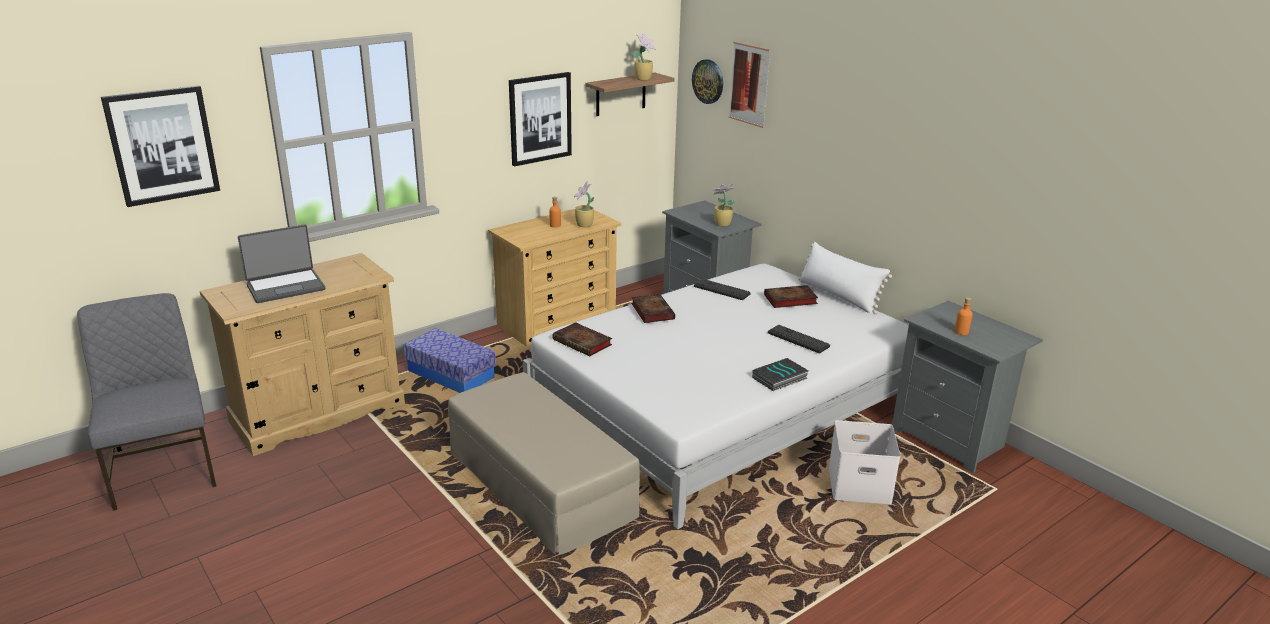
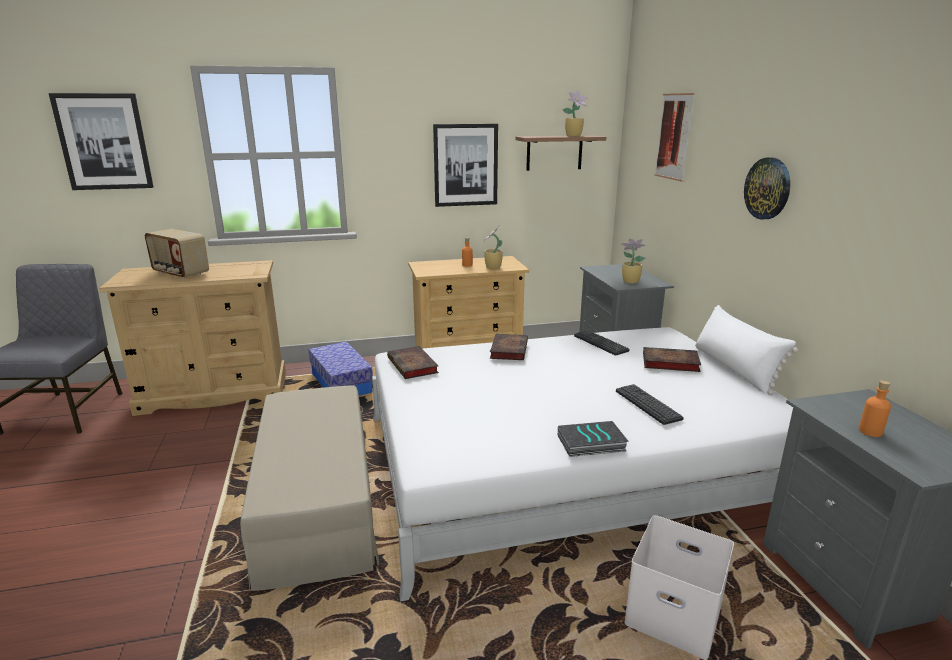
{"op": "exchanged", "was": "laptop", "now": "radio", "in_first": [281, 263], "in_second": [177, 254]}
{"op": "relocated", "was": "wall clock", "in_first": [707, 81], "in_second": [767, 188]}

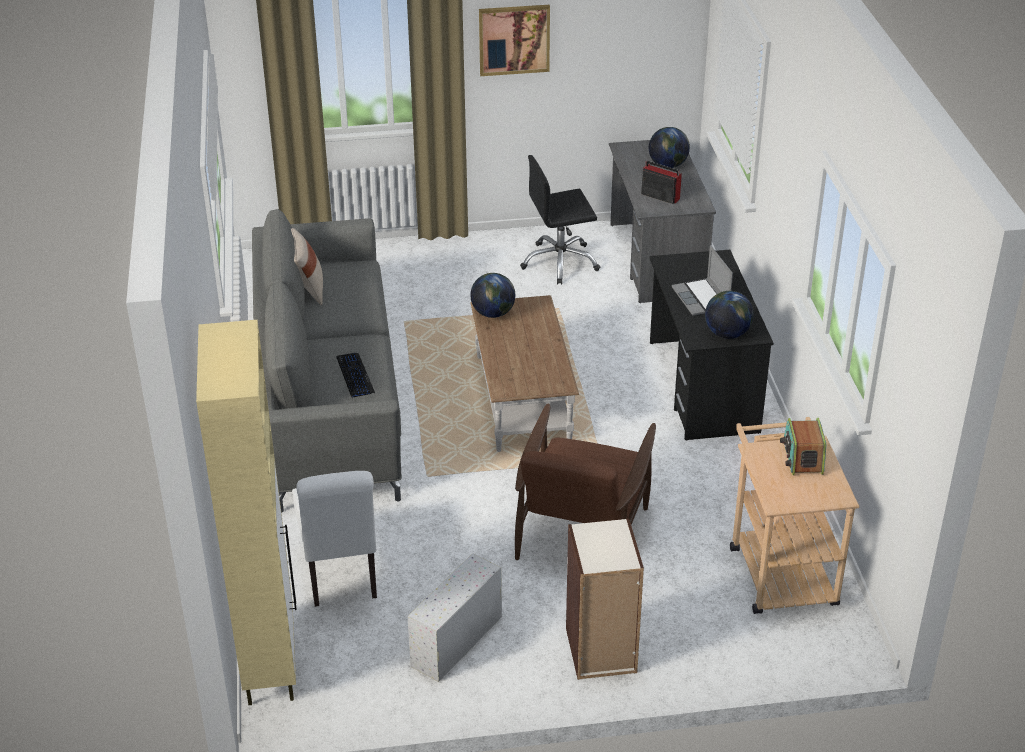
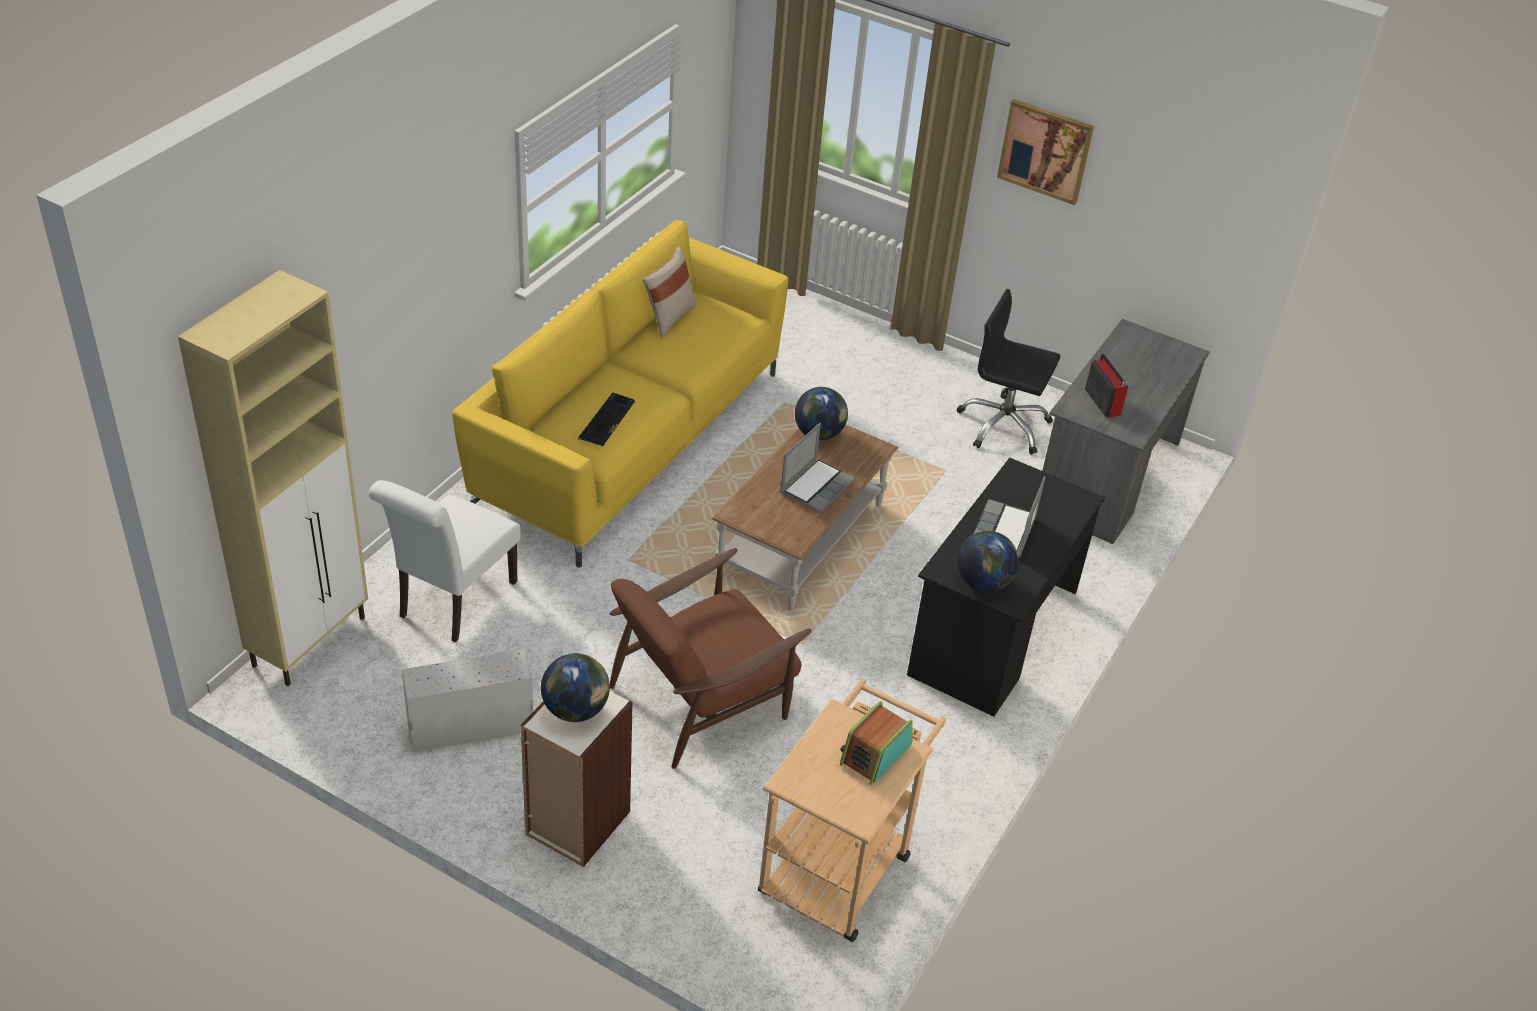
{"op": "colour", "was": "sofa/grey", "now": "sofa/yellow", "in_first": [327, 361], "in_second": [620, 394]}
{"op": "relocated", "was": "globe", "in_first": [669, 147], "in_second": [575, 687]}
{"op": "appeared", "now": "laptop", "in_second": [817, 467]}

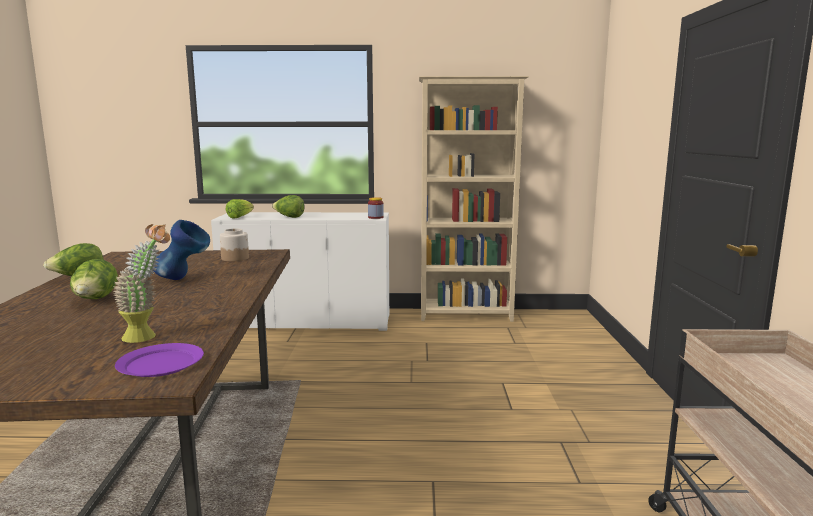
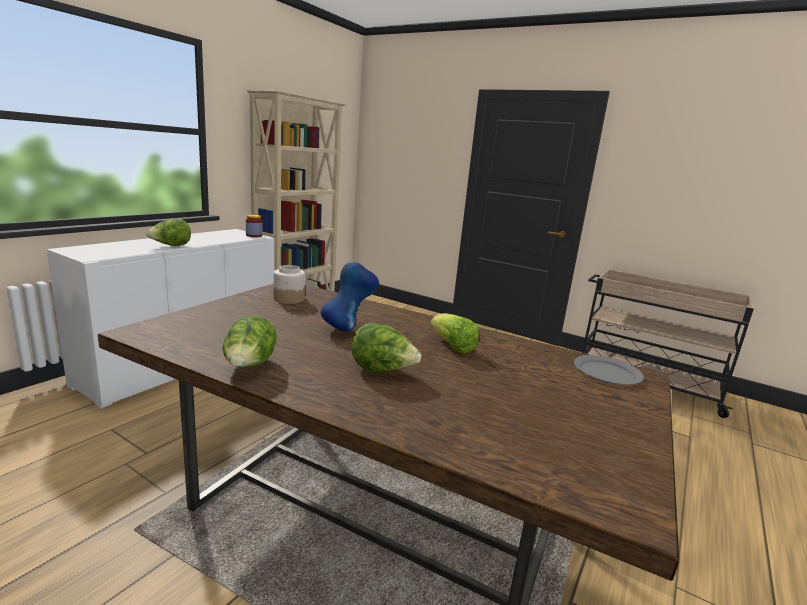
{"op": "relocated", "was": "lettuce", "in_first": [240, 208], "in_second": [455, 333]}
{"op": "colour", "was": "plate/purple", "now": "plate/grey", "in_first": [159, 360], "in_second": [609, 370]}
{"op": "missing", "was": "potted plant", "in_first": [141, 283]}

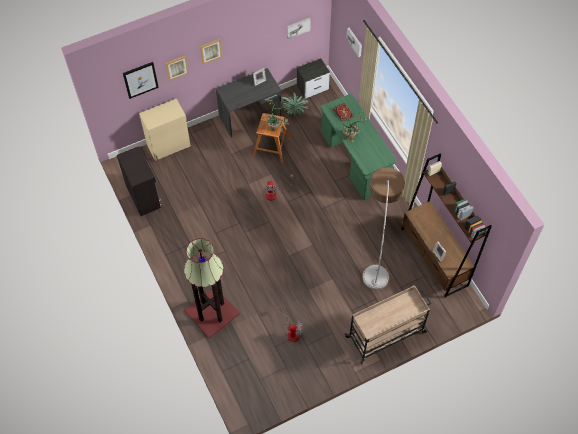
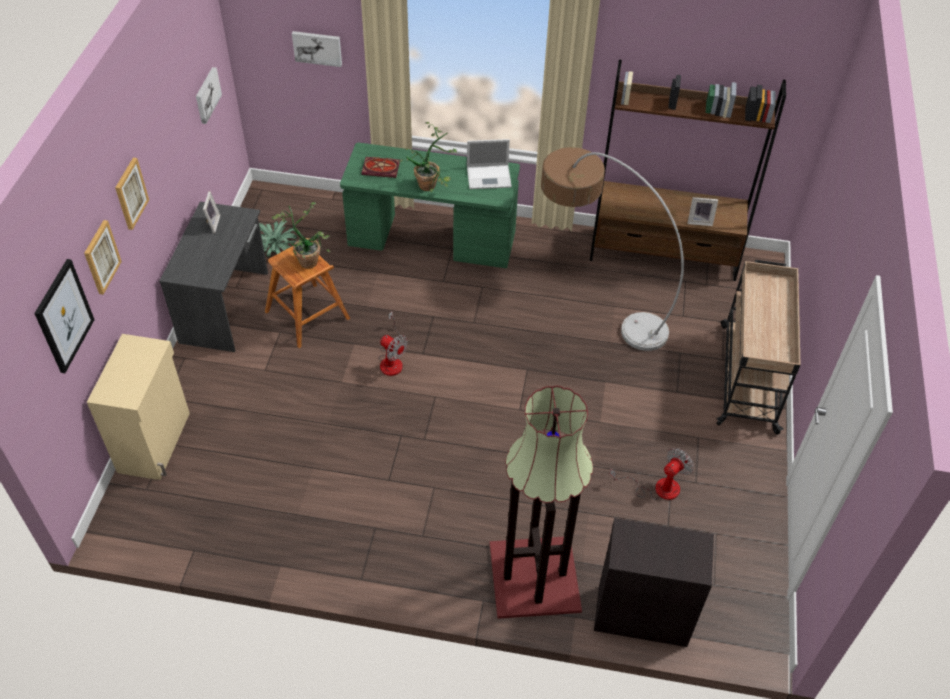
{"op": "appeared", "now": "laptop", "in_second": [489, 164]}
{"op": "relocated", "was": "cabinet/black", "in_first": [139, 181], "in_second": [654, 582]}
{"op": "missing", "was": "nightstand", "in_first": [313, 78]}

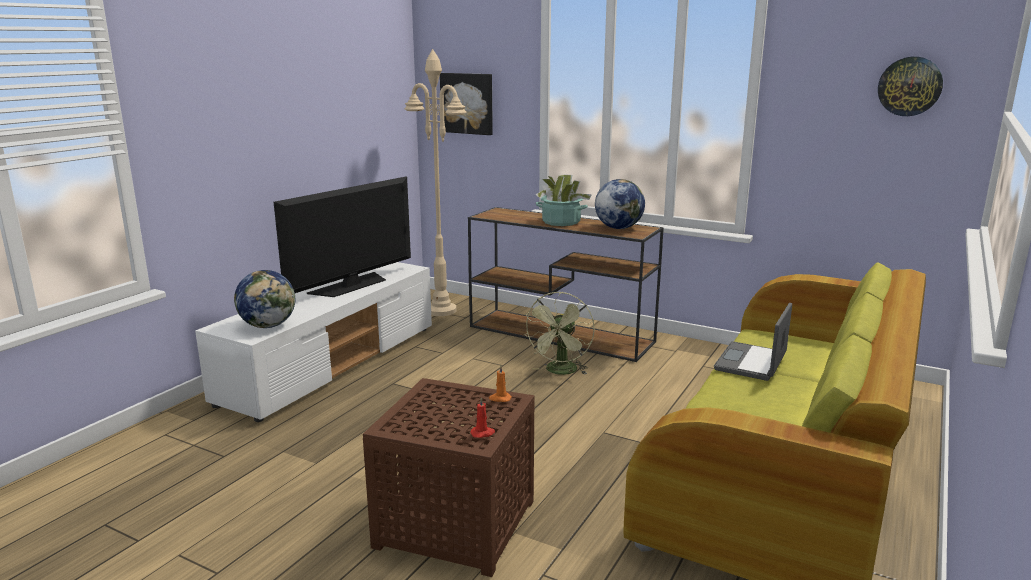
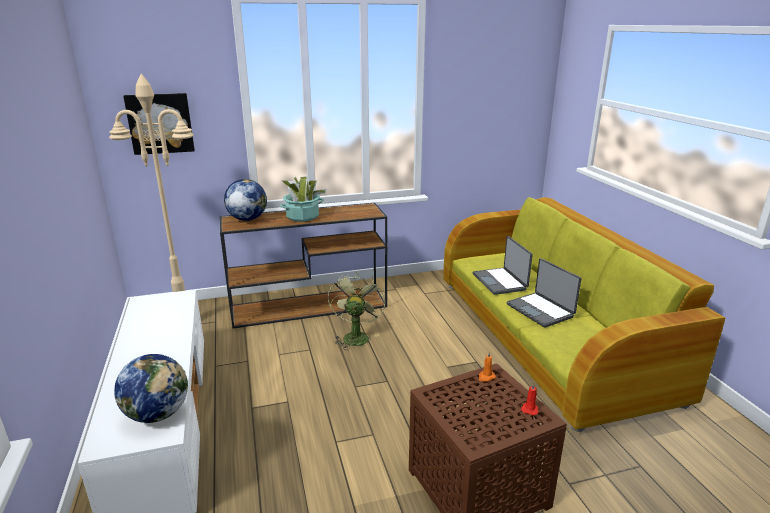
{"op": "relocated", "was": "globe", "in_first": [620, 204], "in_second": [245, 200]}
{"op": "spun", "was": "fan/green", "in_first": [559, 333], "in_second": [357, 311], "clockwise": -150}
{"op": "appeared", "now": "laptop", "in_second": [544, 293]}
{"op": "missing", "was": "television", "in_first": [342, 237]}
{"op": "missing", "was": "wall clock", "in_first": [910, 86]}

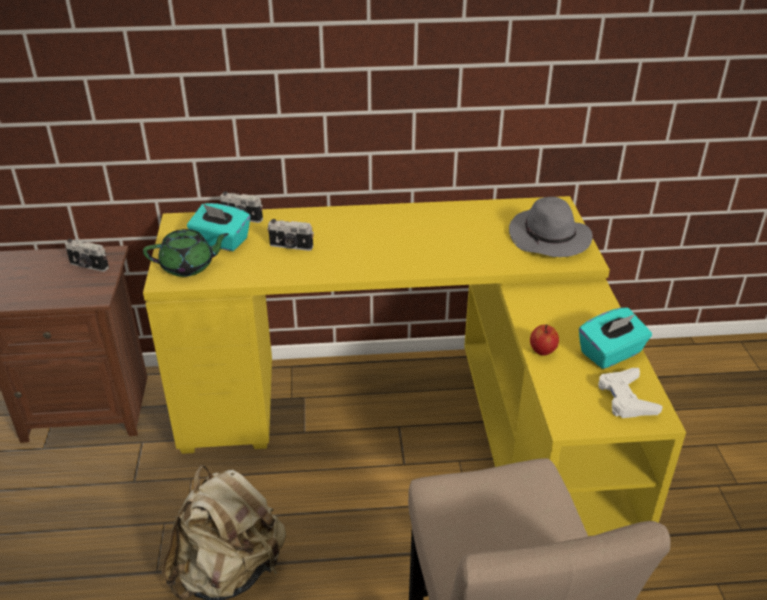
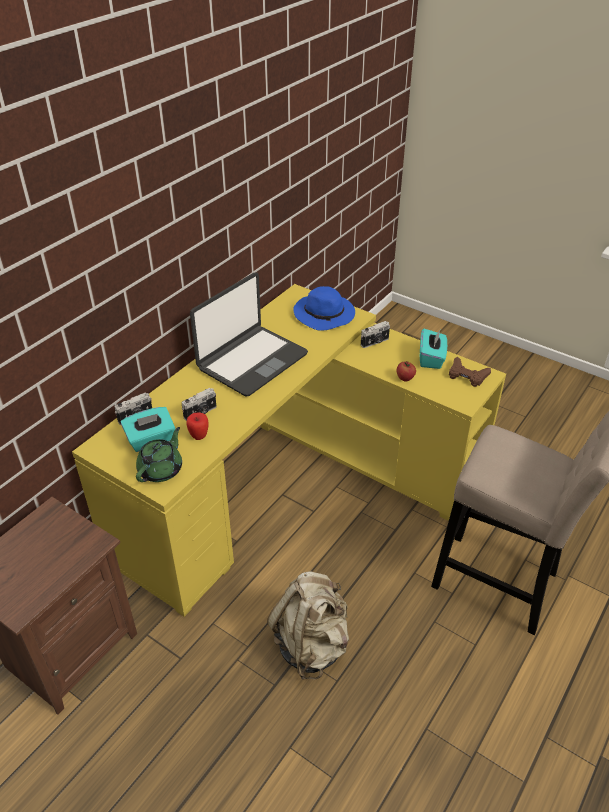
{"op": "appeared", "now": "apple", "in_second": [197, 426]}
{"op": "appeared", "now": "laptop", "in_second": [249, 334]}
{"op": "colour", "was": "hat/grey", "now": "hat/blue", "in_first": [551, 227], "in_second": [324, 308]}
{"op": "relocated", "was": "photo camera", "in_first": [87, 255], "in_second": [375, 334]}
{"op": "colour", "was": "game controller/white", "now": "game controller/brown", "in_first": [630, 393], "in_second": [470, 372]}

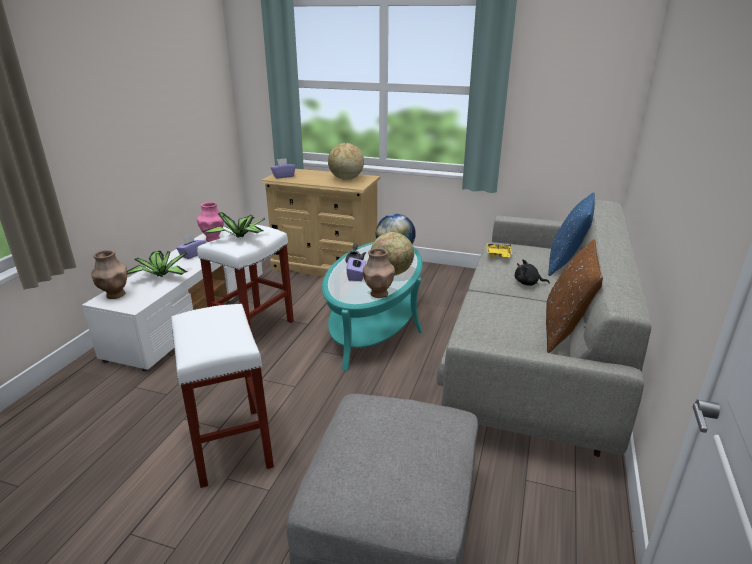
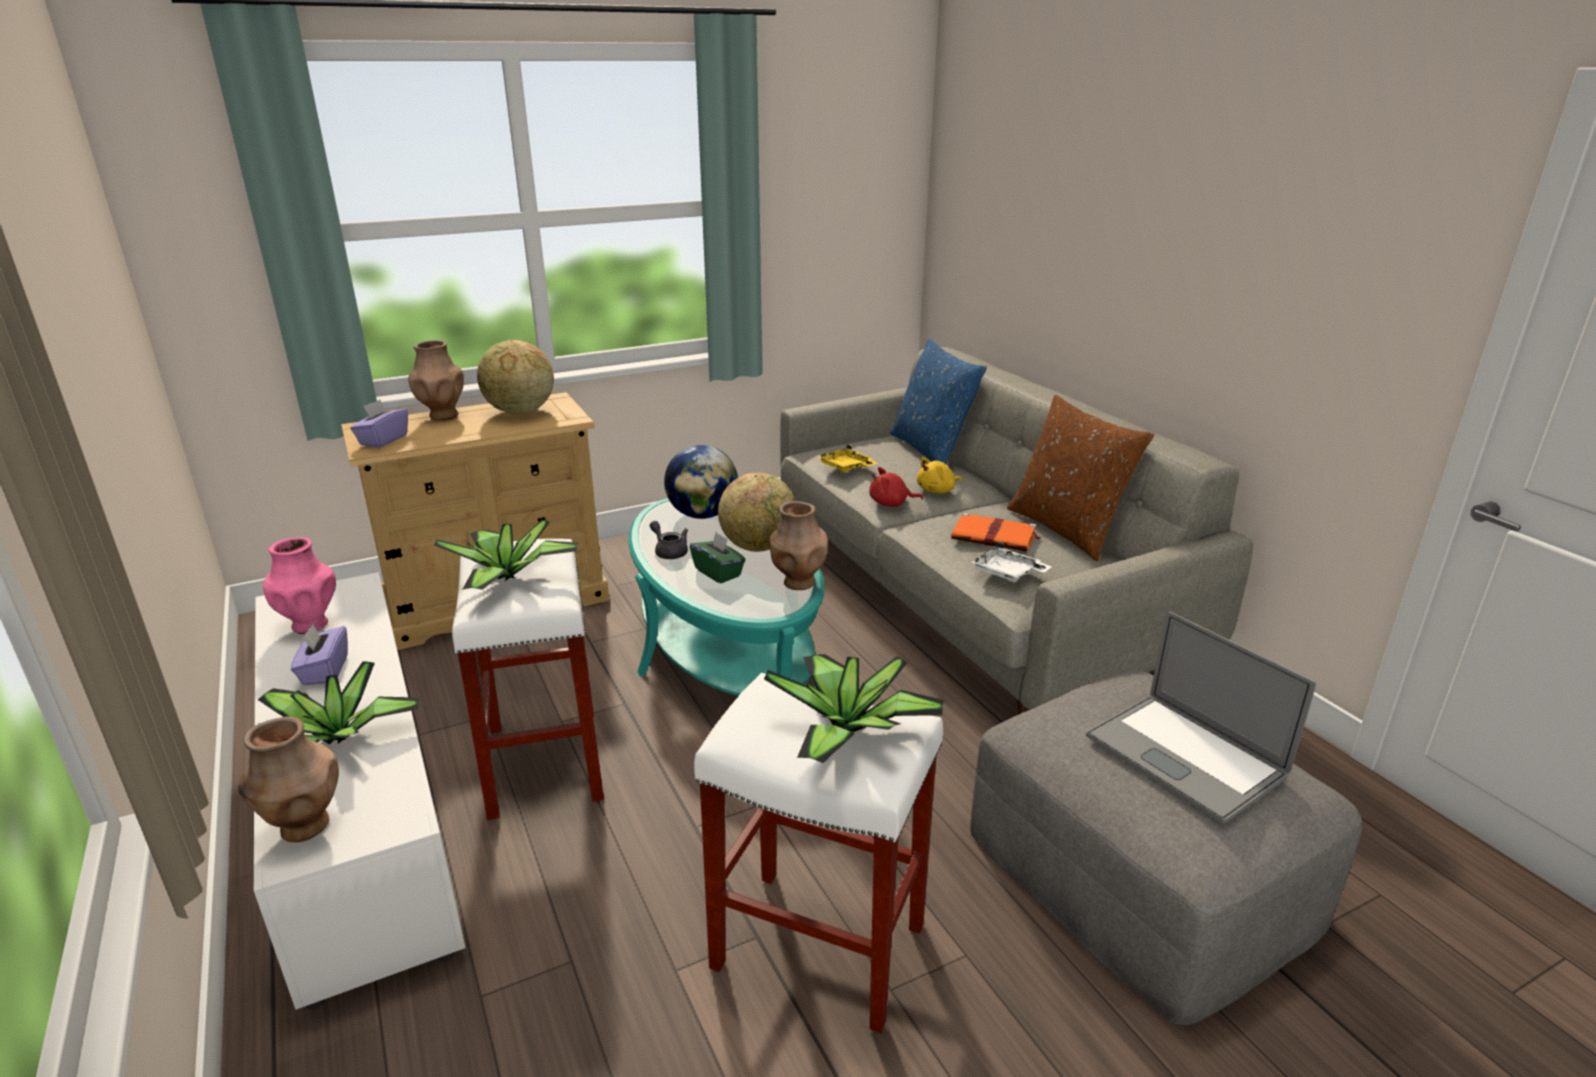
{"op": "appeared", "now": "vase/brown", "in_second": [436, 380]}
{"op": "colour", "was": "tissue box/purple", "now": "tissue box/green", "in_first": [356, 268], "in_second": [718, 558]}
{"op": "appeared", "now": "potted plant", "in_second": [854, 708]}
{"op": "appeared", "now": "plush toy/red", "in_second": [896, 487]}
{"op": "colour", "was": "plush toy/black", "now": "plush toy/yellow", "in_first": [532, 272], "in_second": [939, 475]}
{"op": "appeared", "now": "book/orange", "in_second": [996, 532]}
{"op": "appeared", "now": "tray/white", "in_second": [1011, 562]}
{"op": "appeared", "now": "laptop", "in_second": [1201, 717]}

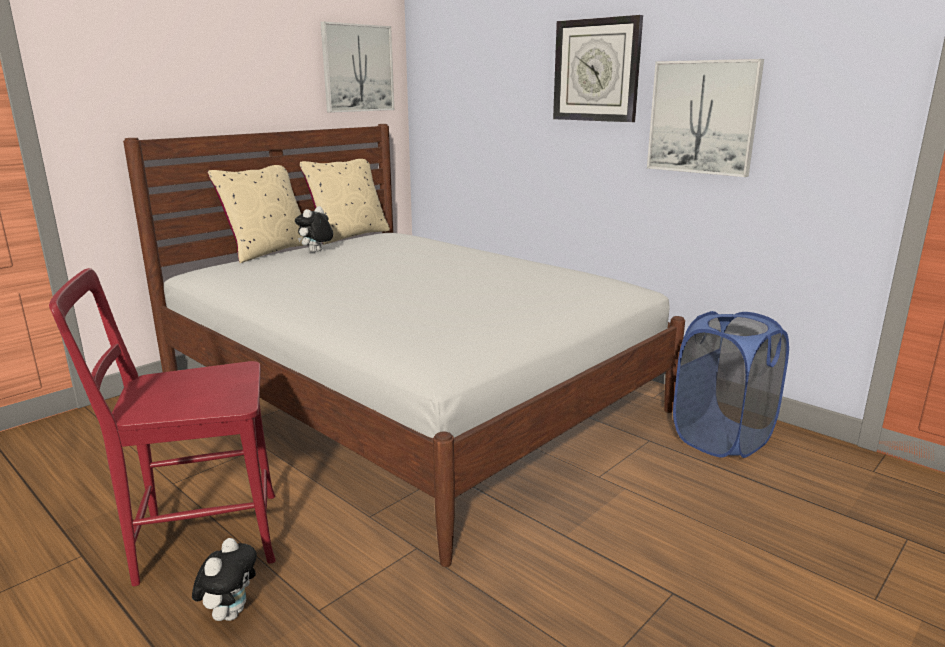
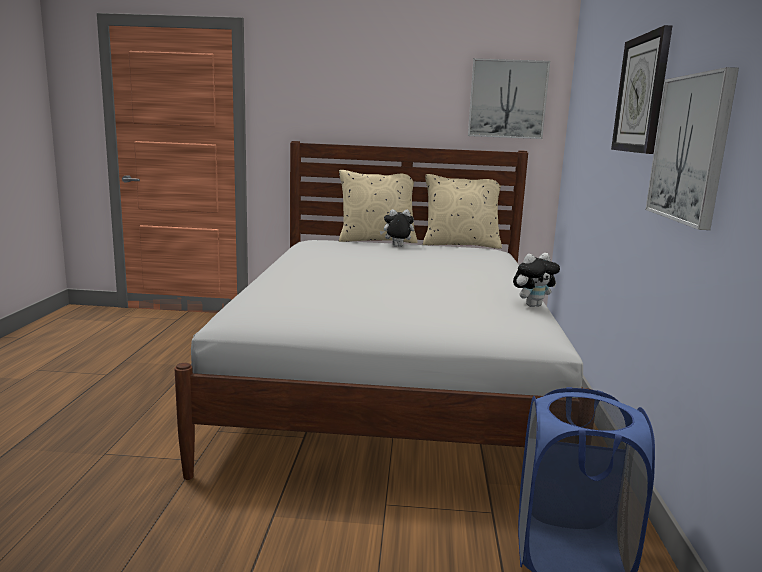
{"op": "relocated", "was": "plush toy", "in_first": [224, 579], "in_second": [536, 280]}
{"op": "missing", "was": "chair/red", "in_first": [162, 427]}

